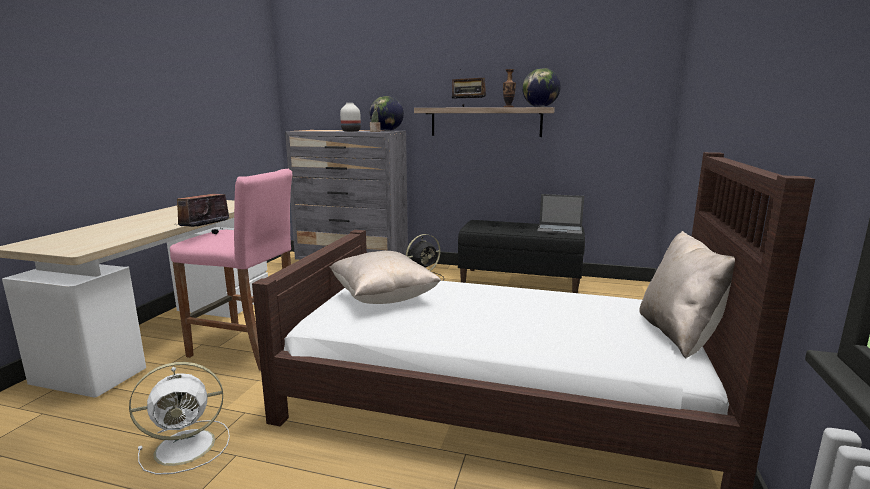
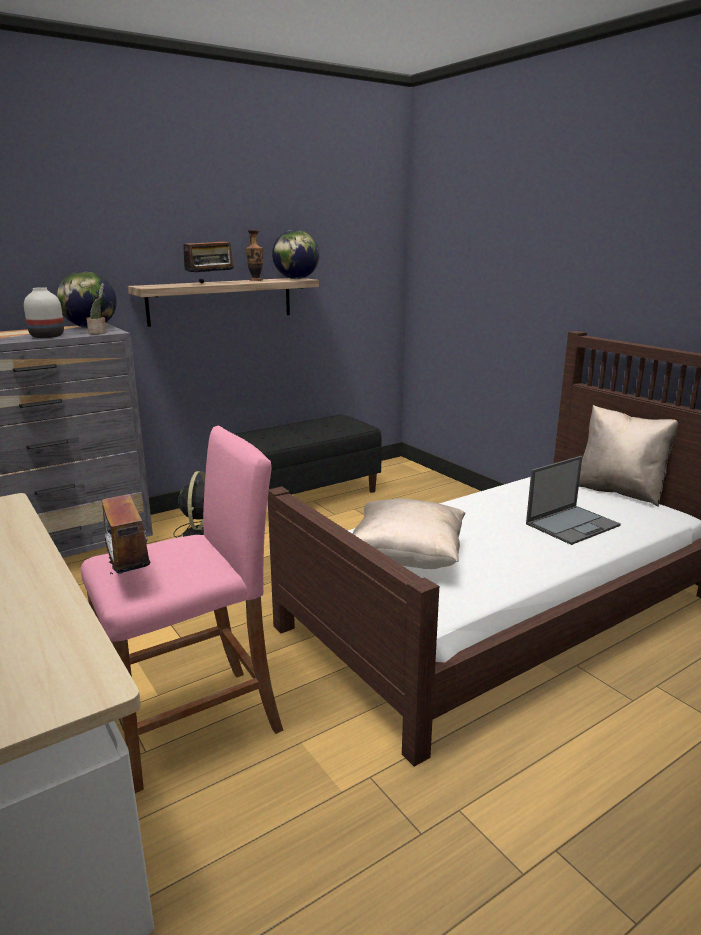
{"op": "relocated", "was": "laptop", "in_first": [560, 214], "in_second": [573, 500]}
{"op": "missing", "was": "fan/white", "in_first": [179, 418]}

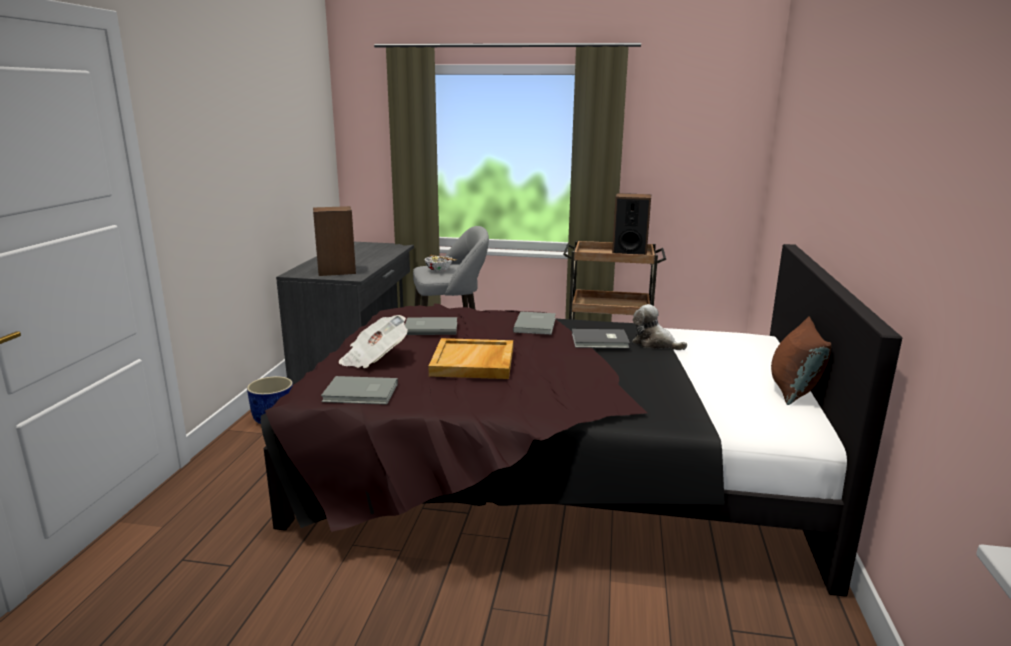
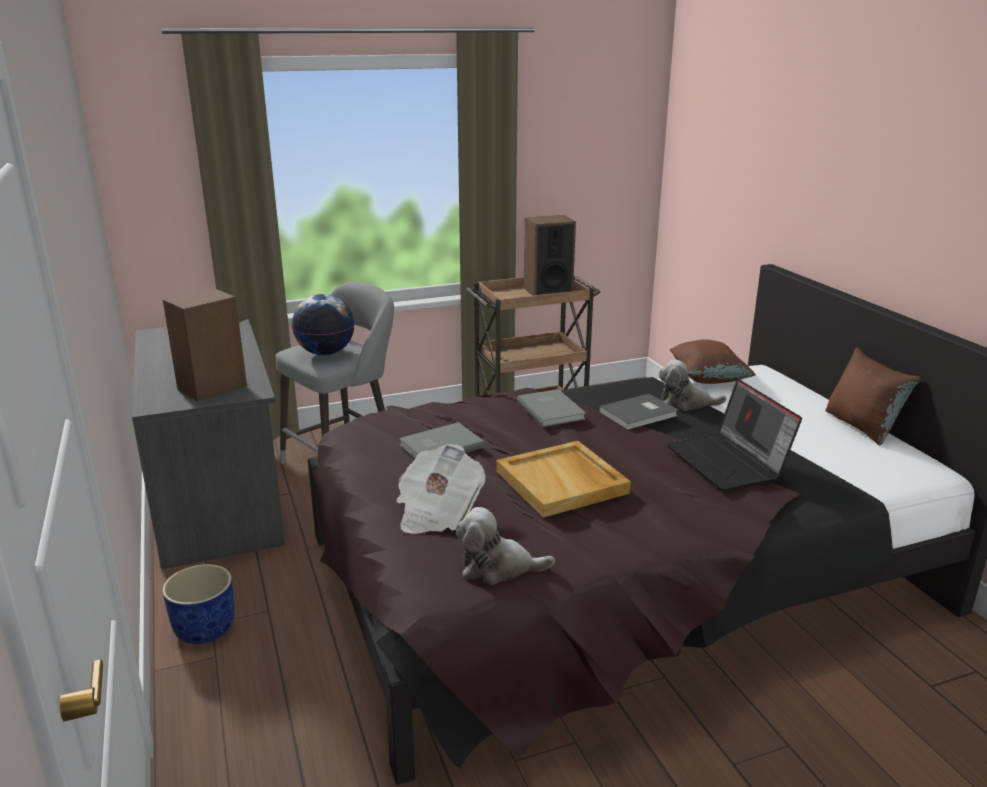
{"op": "exchanged", "was": "bowl", "now": "globe", "in_first": [441, 263], "in_second": [323, 324]}
{"op": "exchanged", "was": "book/grey", "now": "plush toy", "in_first": [359, 390], "in_second": [505, 546]}
{"op": "appeared", "now": "laptop", "in_second": [734, 435]}
{"op": "appeared", "now": "pillow/brown", "in_second": [712, 361]}

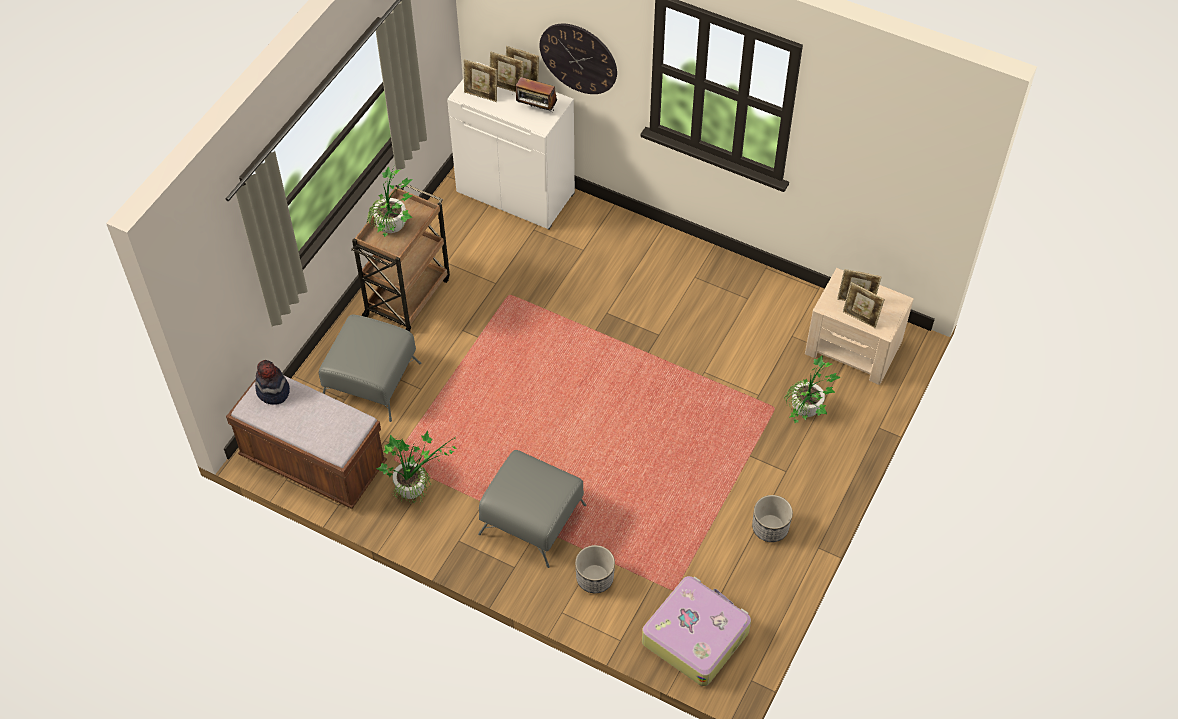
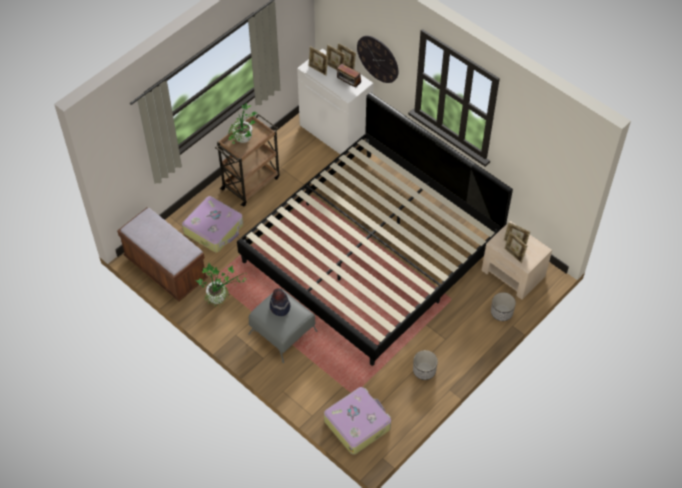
{"op": "exchanged", "was": "ottoman/grey", "now": "suitcase", "in_first": [370, 368], "in_second": [212, 224]}
{"op": "appeared", "now": "bed", "in_second": [375, 229]}
{"op": "relocated", "was": "hat", "in_first": [272, 382], "in_second": [280, 302]}
{"op": "relocated", "was": "planter", "in_first": [595, 569], "in_second": [503, 306]}
{"op": "missing", "was": "potted plant", "in_first": [812, 389]}

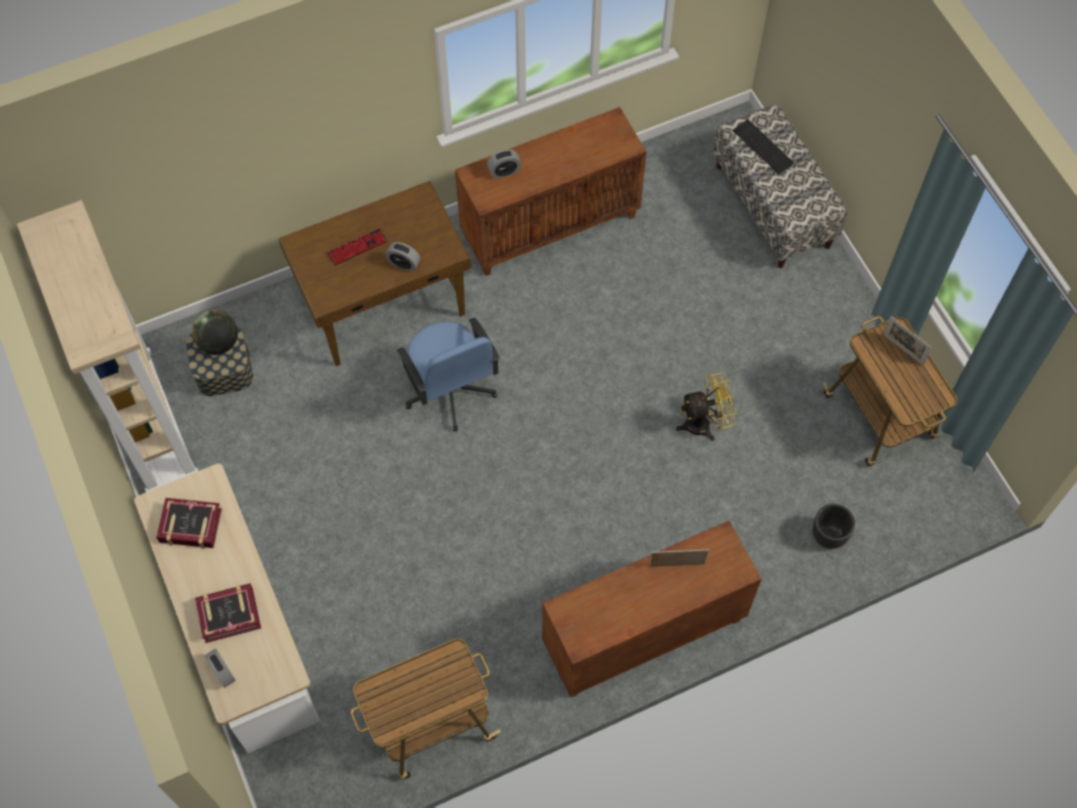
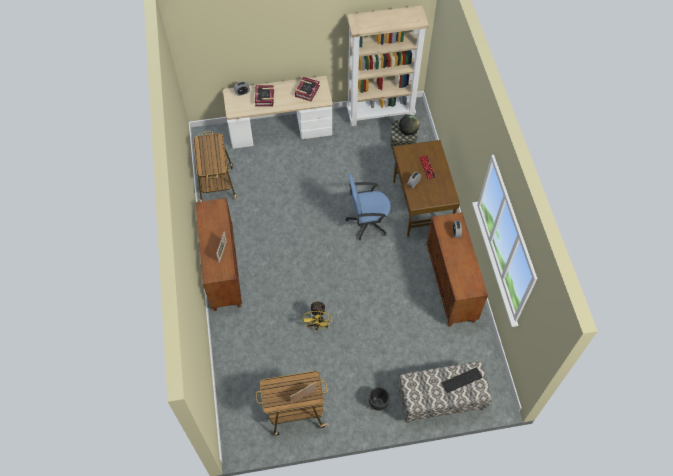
{"op": "relocated", "was": "planter/black", "in_first": [833, 526], "in_second": [379, 399]}

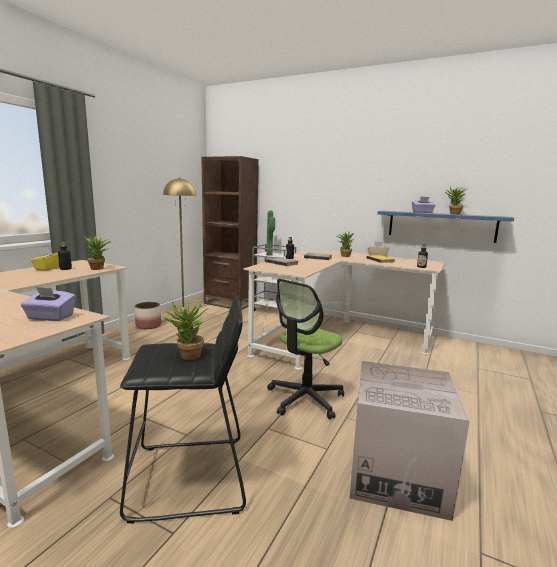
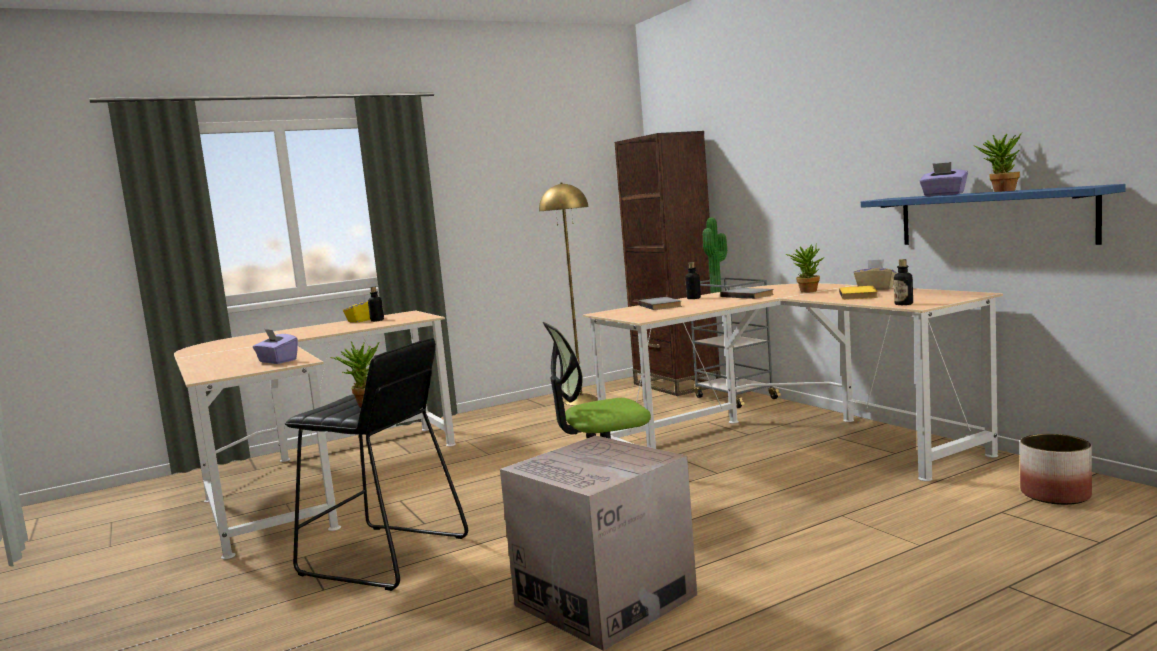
{"op": "relocated", "was": "planter", "in_first": [147, 315], "in_second": [1056, 469]}
{"op": "missing", "was": "potted plant", "in_first": [97, 253]}

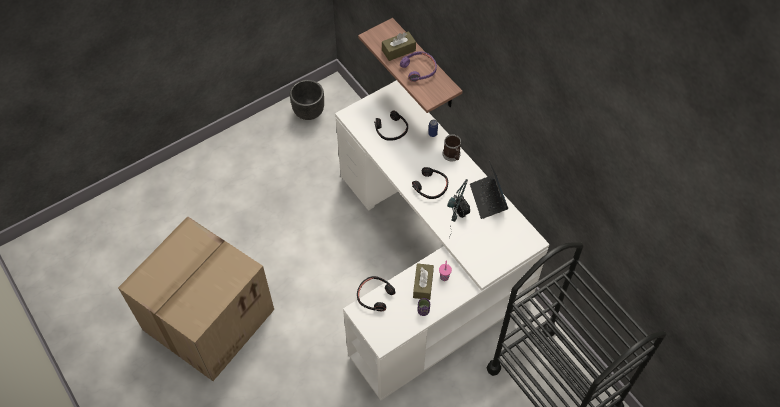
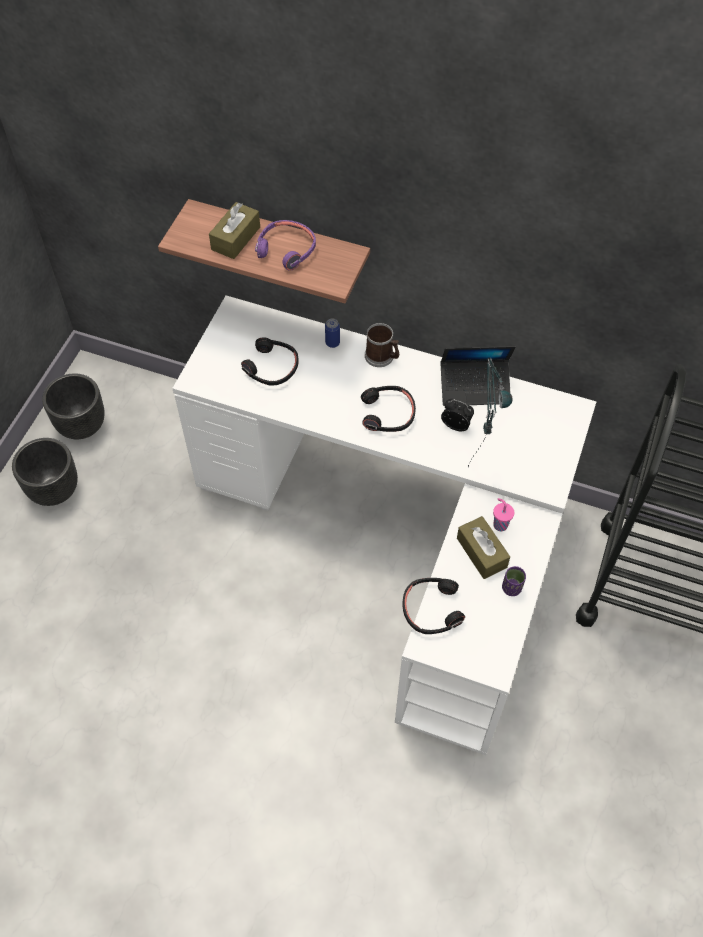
{"op": "appeared", "now": "planter/black", "in_second": [45, 472]}
{"op": "spun", "was": "laptop", "in_first": [489, 190], "in_second": [478, 376], "clockwise": -45}
{"op": "missing", "was": "cardboard box", "in_first": [196, 298]}

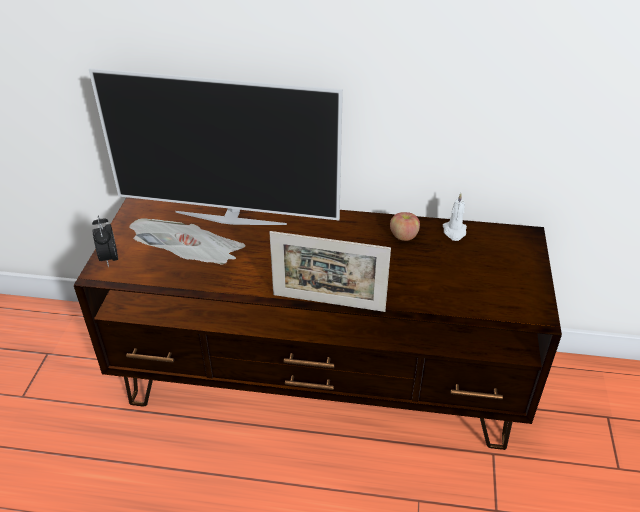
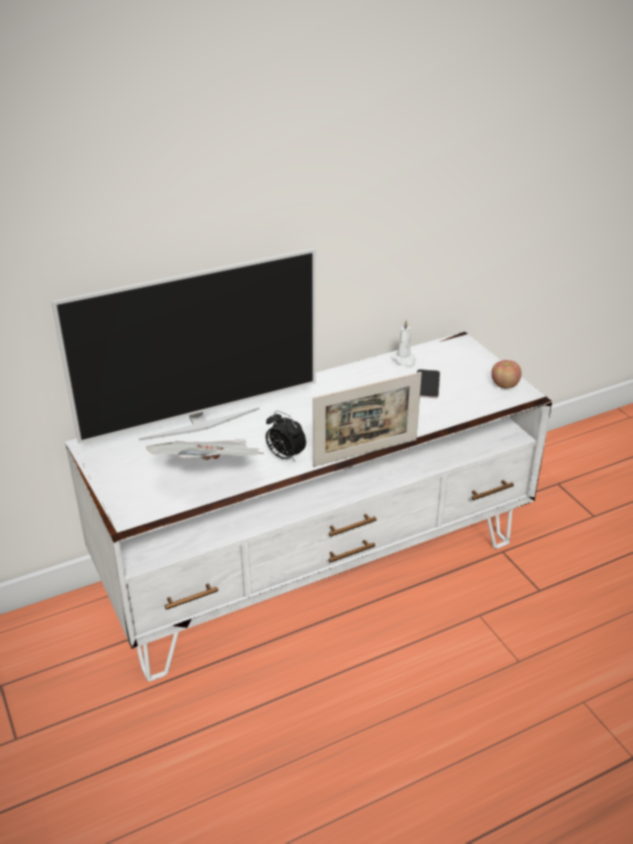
{"op": "colour", "was": "tv stand/brown", "now": "tv stand/white", "in_first": [318, 323], "in_second": [308, 507]}
{"op": "relocated", "was": "alarm clock", "in_first": [105, 241], "in_second": [286, 436]}
{"op": "appeared", "now": "phone", "in_second": [428, 383]}
{"op": "relocated", "was": "apple", "in_first": [405, 226], "in_second": [506, 374]}

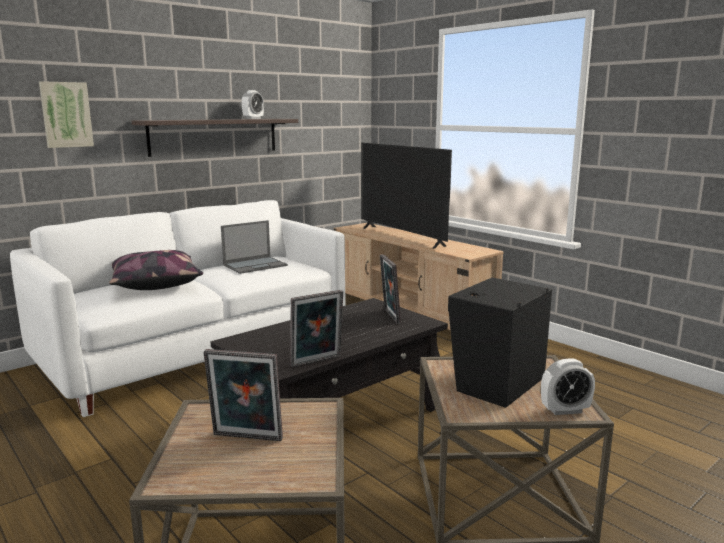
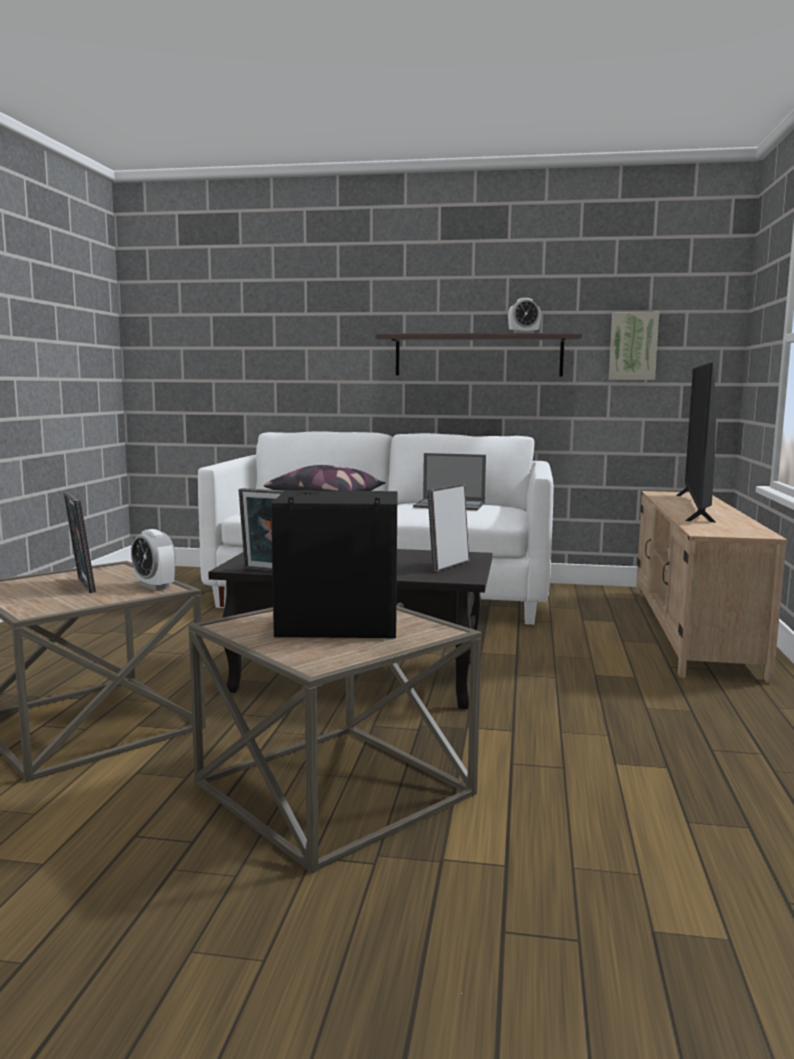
{"op": "relocated", "was": "alarm clock", "in_first": [568, 386], "in_second": [153, 559]}
{"op": "relocated", "was": "picture", "in_first": [66, 114], "in_second": [634, 346]}

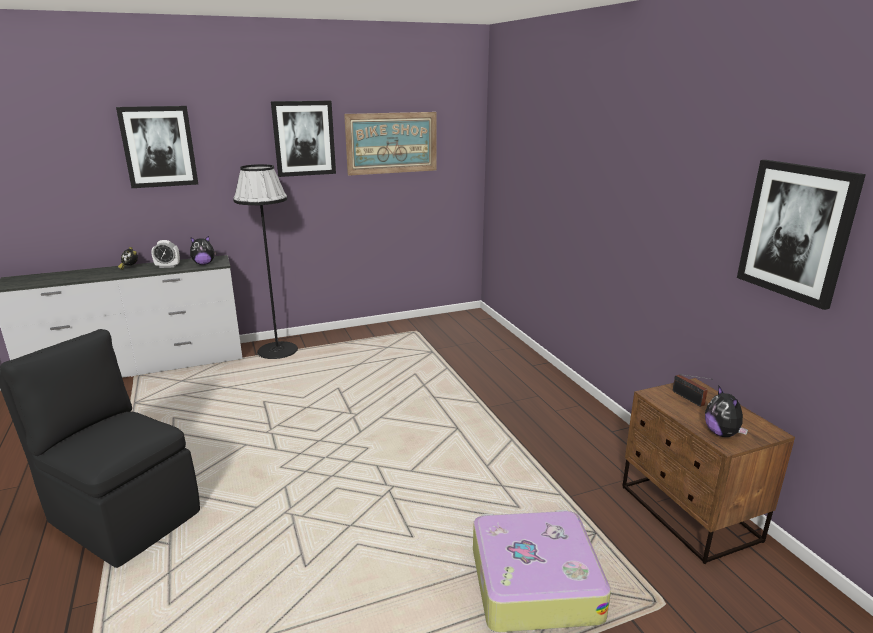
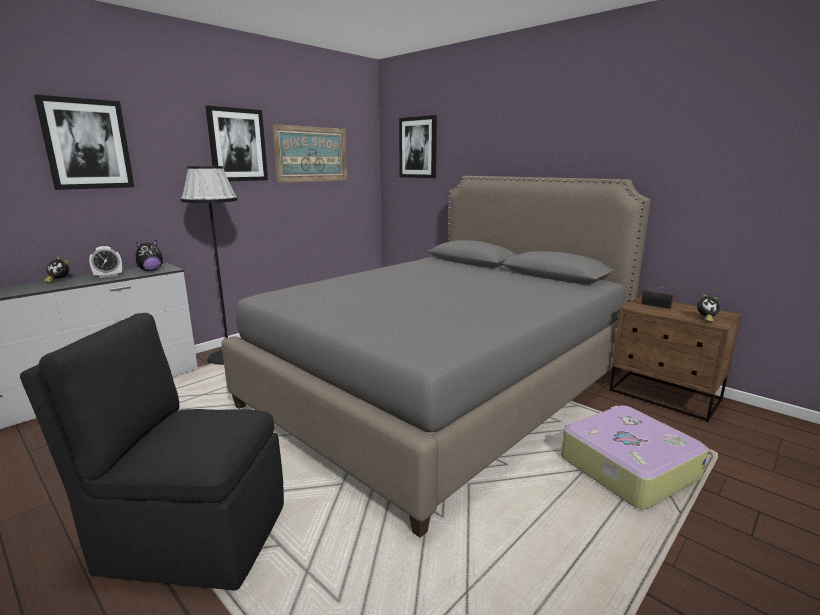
{"op": "appeared", "now": "bed/grey", "in_second": [436, 357]}
{"op": "relocated", "was": "picture", "in_first": [801, 235], "in_second": [418, 146]}
{"op": "exchanged", "was": "plush toy", "now": "alarm clock", "in_first": [726, 411], "in_second": [708, 308]}

